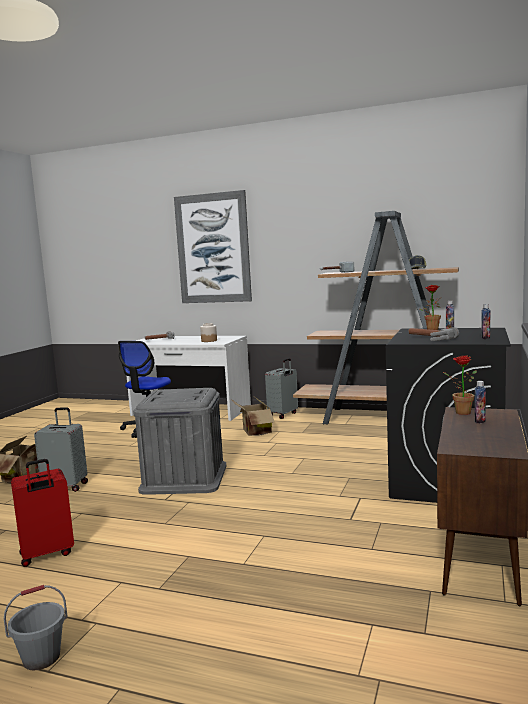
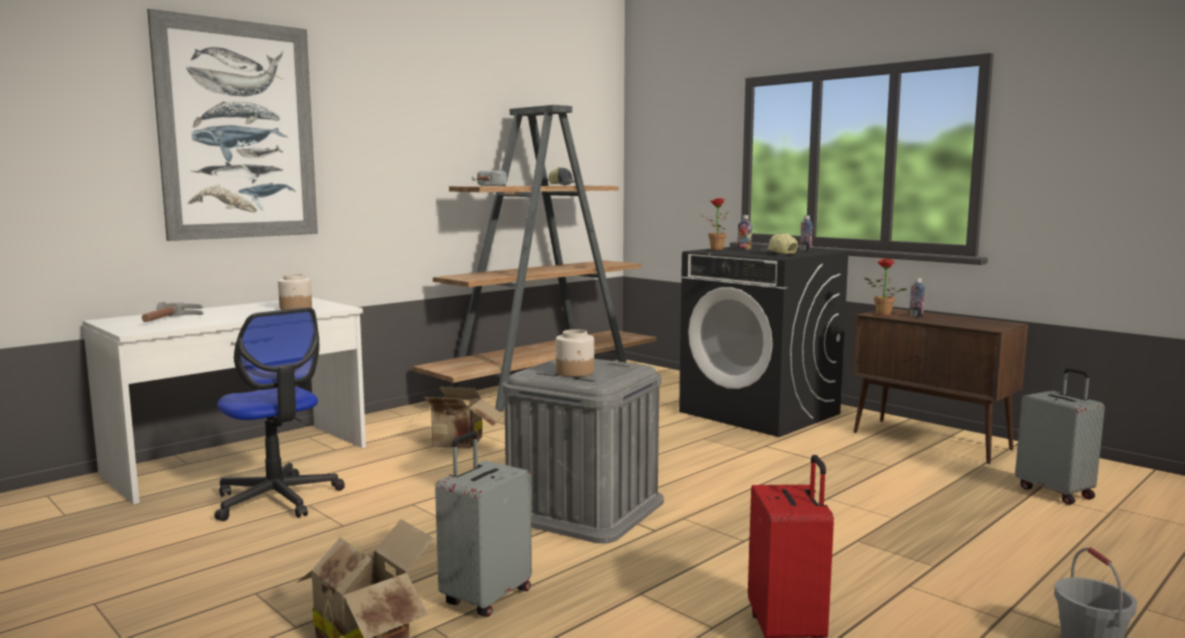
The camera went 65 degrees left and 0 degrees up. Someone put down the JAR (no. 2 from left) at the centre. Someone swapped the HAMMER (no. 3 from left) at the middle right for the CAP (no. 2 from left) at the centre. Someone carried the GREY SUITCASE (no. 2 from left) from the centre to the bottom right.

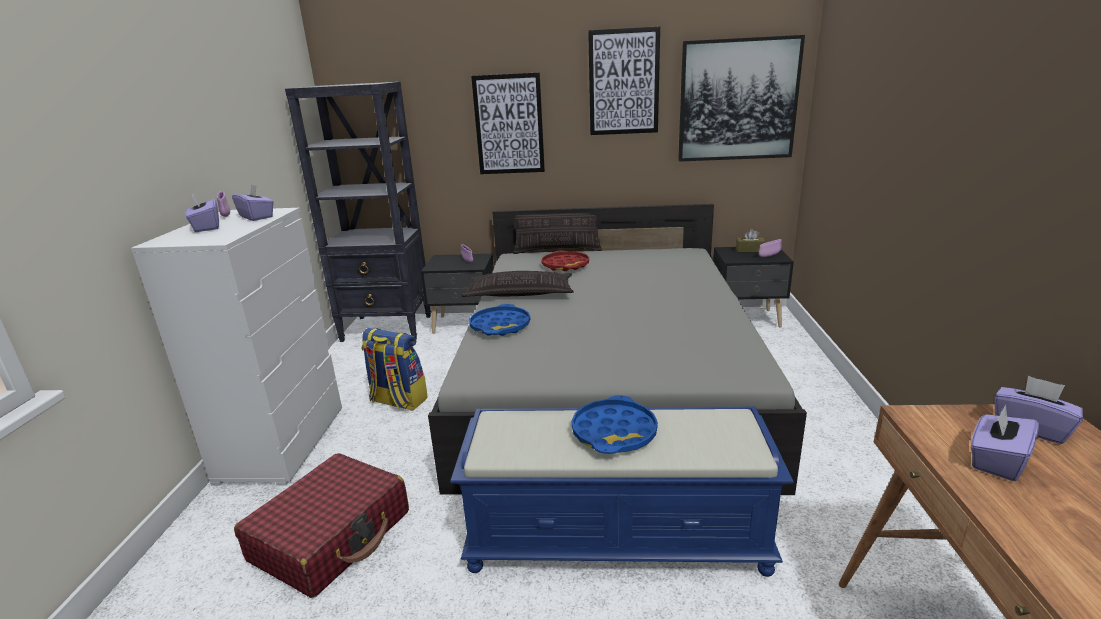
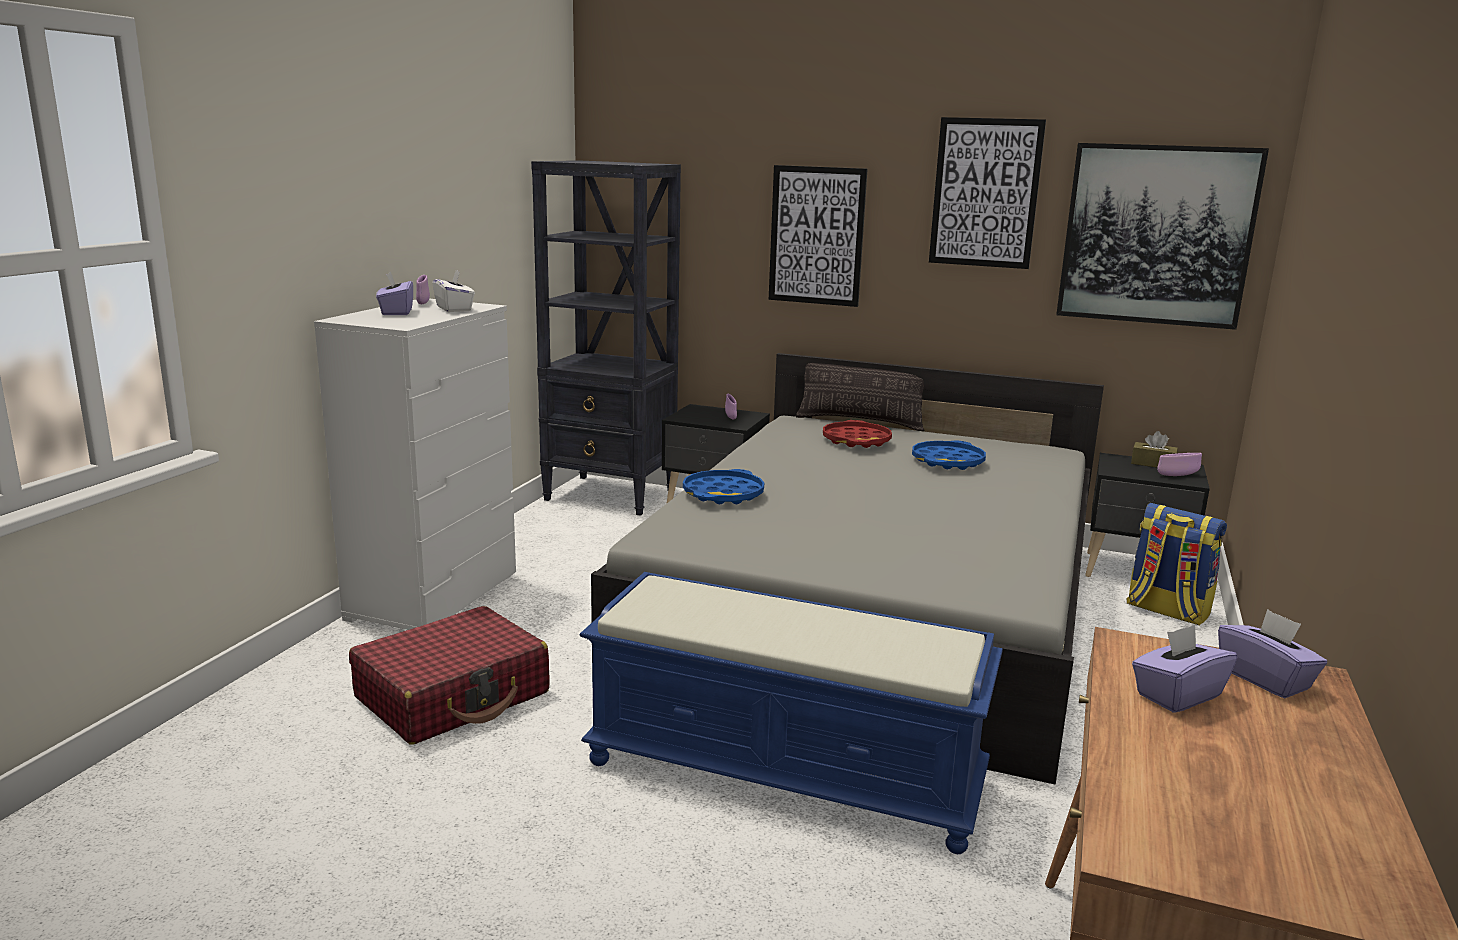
The camera went 15 degrees right and 5 degrees down. Someone repainted the PURPLE TISSUE BOX (no. 2 from left) at the top left, which became the WHITE TISSUE BOX at the top left. Someone carried the BLUE TRAY (no. 2 from left) from the bottom centre to the centre. Someone carried the BACKPACK from the centre to the middle right. Someone took away the PILLOW (no. 1 from left) at the centre.

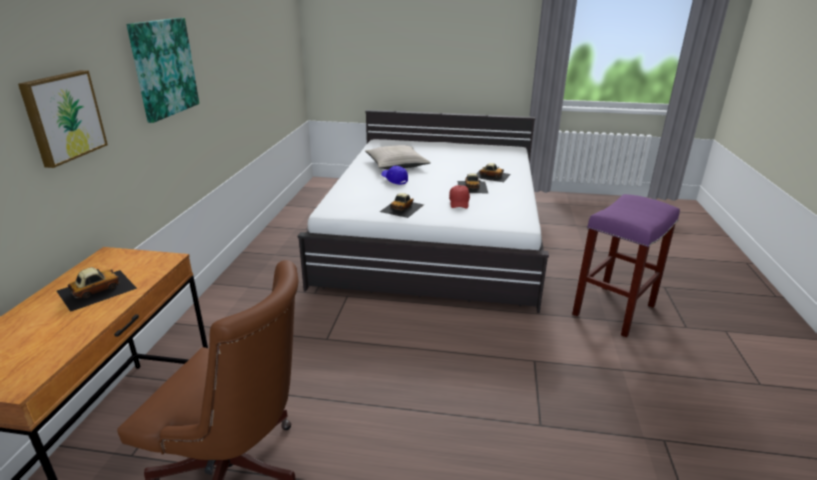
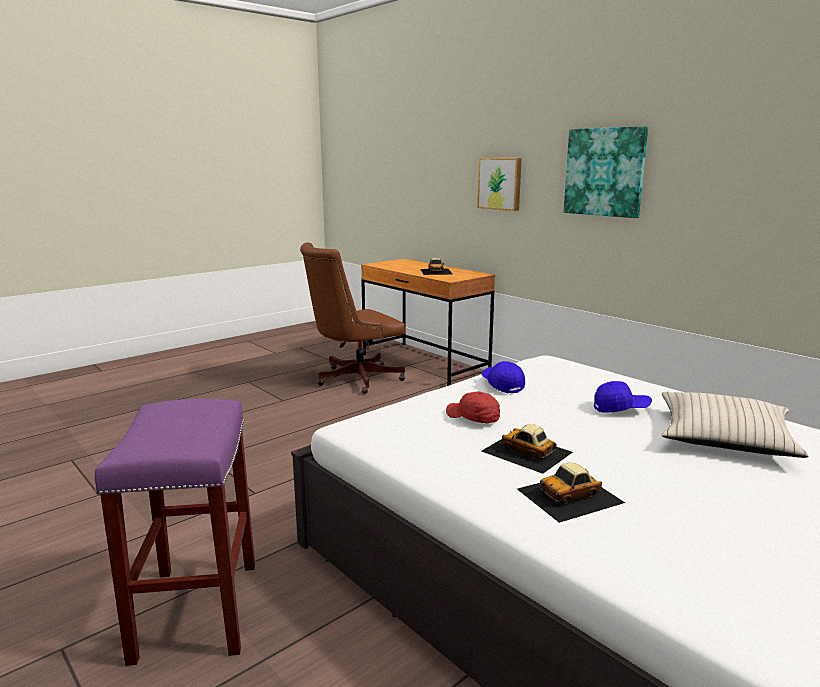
The camera went 130 degrees right and 10 degrees down. Someone swapped the TOY CAR (no. 2 from left) at the centre for the BLUE CAP (no. 1 from left) at the centre.

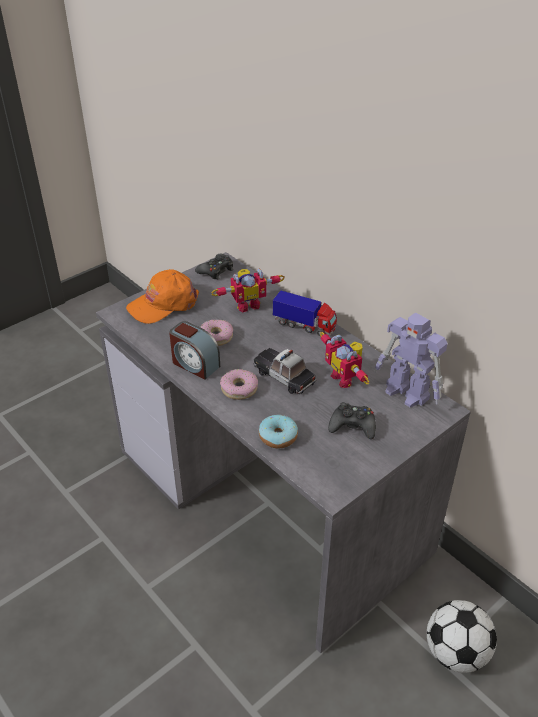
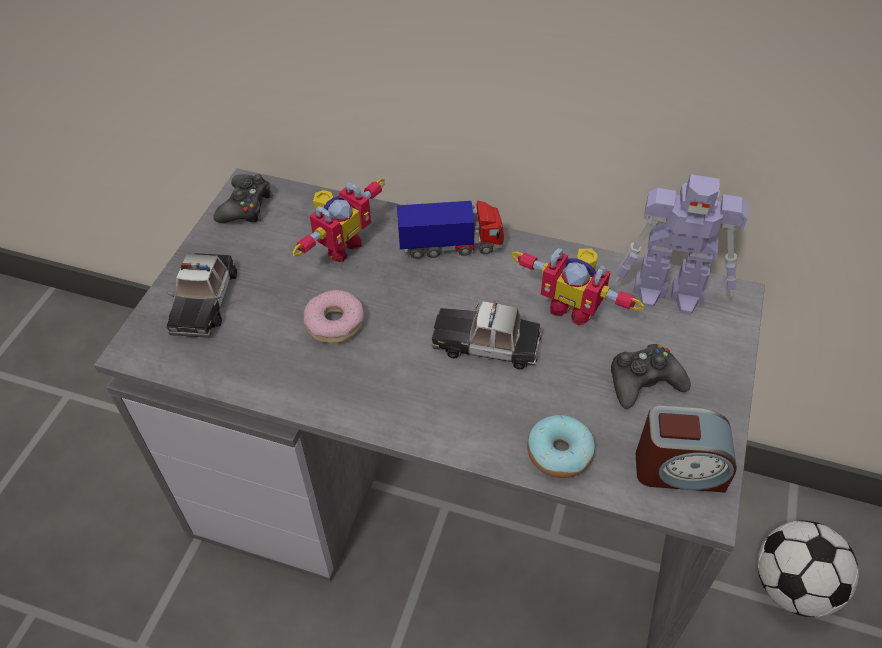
The camera went 30 degrees left and 10 degrees up. Someone swapped the ORANGE CAP at the middle left for the TOY CAR (no. 1 from left) at the middle left. Someone carried the ALARM CLOCK from the centre to the bottom right. Someone took away the DONUT (no. 2 from left) at the centre.

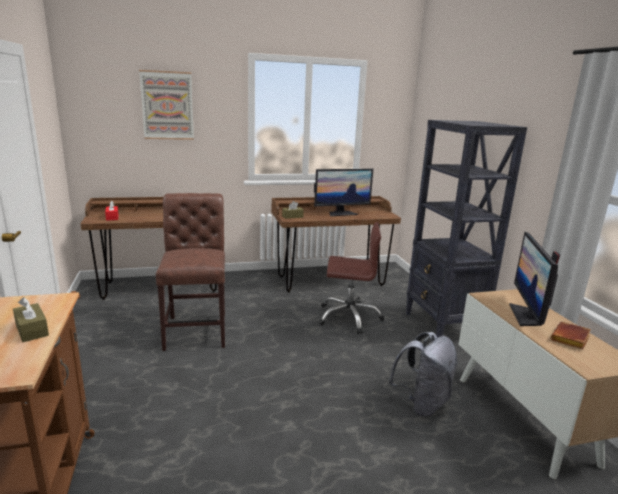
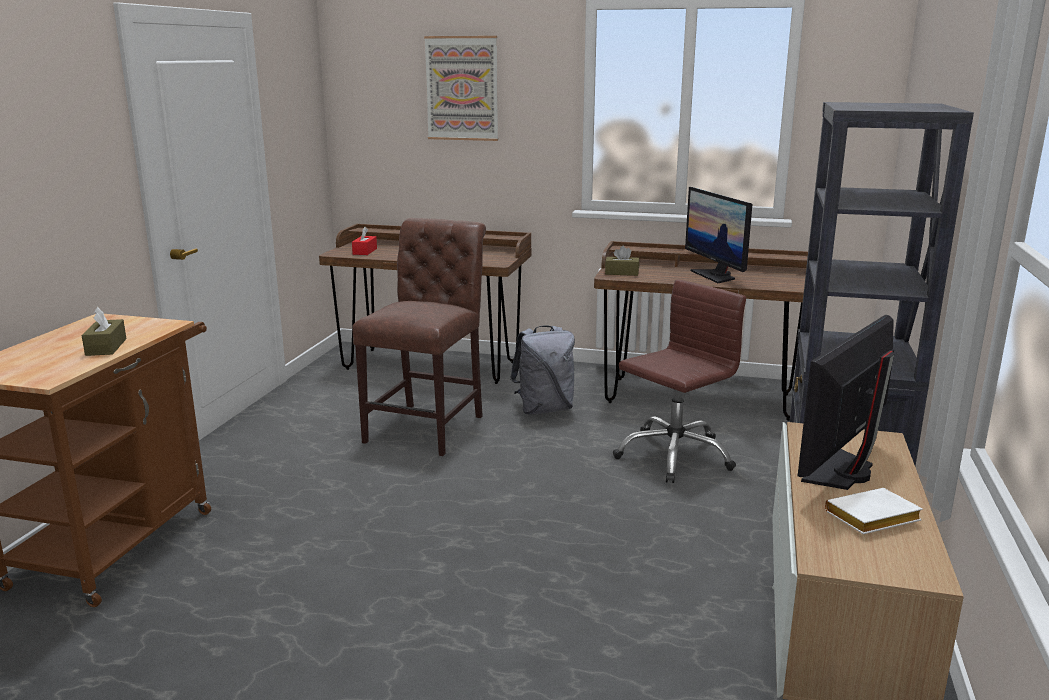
The camera went 30 degrees right and 0 degrees up. Someone carried the GREY BACKPACK from the bottom right to the centre. Someone rotated the BROWN OFFICE CHAIR at the centre by 75 degrees counterclockwise. Someone rotated the MONITOR (no. 1 from left) at the centre by 60 degrees clockwise. Someone repainted the BROWN BOOK at the bottom right, which became the WHITE BOOK at the bottom right.

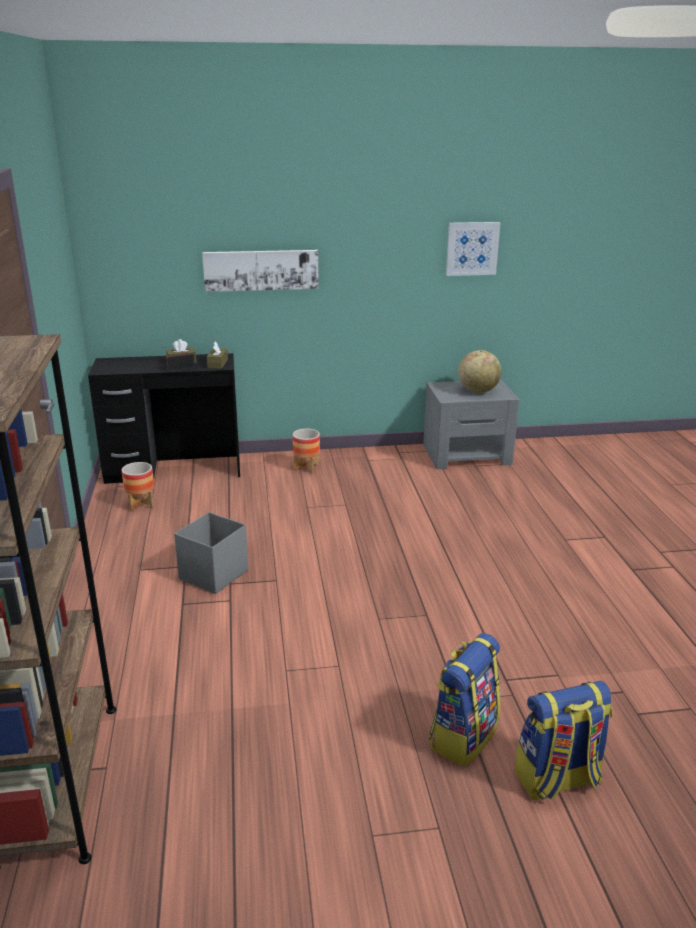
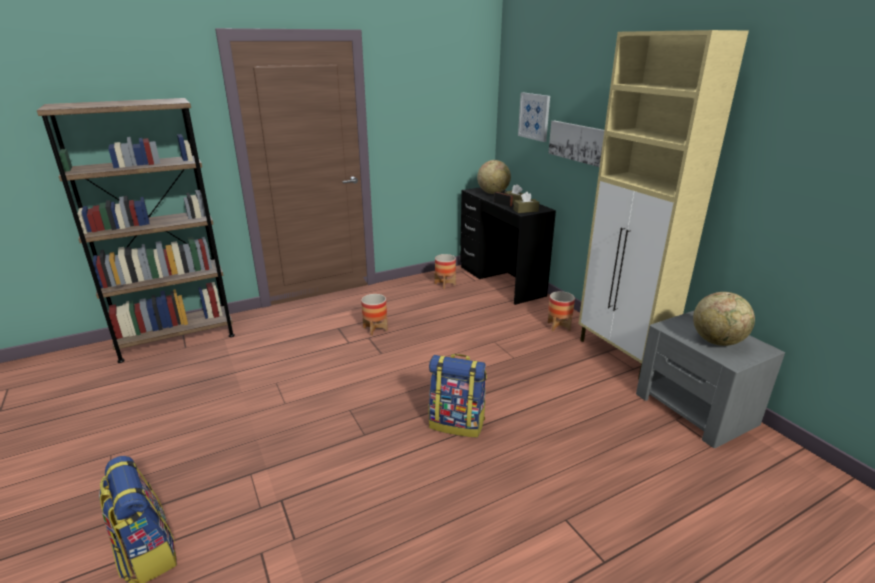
The camera went 70 degrees right and 0 degrees up. Someone swapped the GREY STORAGE BOX at the middle left for the PLANTER (no. 1 from left) at the centre. Someone carried the BACKPACK (no. 1 from left in the first image) from the bottom right to the bottom centre. Someone put down the GLOBE (no. 1 from left) at the top centre. Someone carried the PICTURE (no. 2 from left in the first image) from the top right to the top centre. Someone put down the BEIGE CABINET at the middle right.

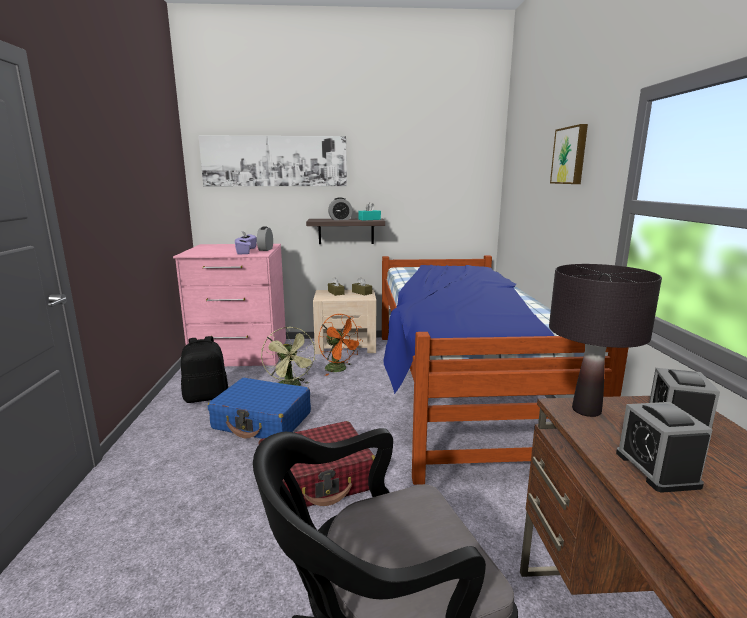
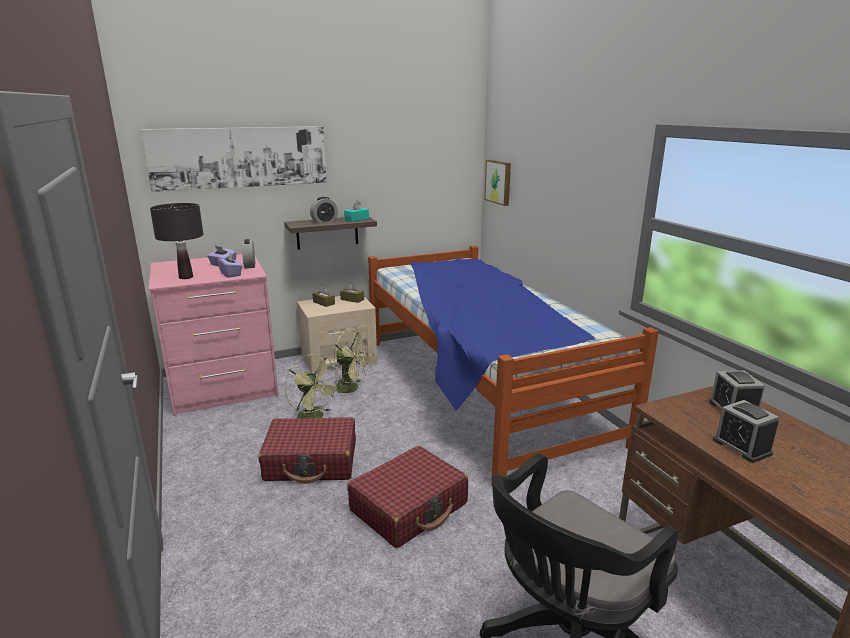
The camera went 20 degrees left and 5 degrees up. Someone carried the BLACK TABLE LAMP from the middle right to the middle left. Someone repainted the BLUE SUITCASE at the centre, which became the RED SUITCASE (no. 1 from left) at the bottom centre. Someone repainted the ORANGE FAN at the centre, which became the GREEN FAN (no. 2 from left) at the centre. Someone carried the PICTURE (no. 2 from left) from the top right to the top centre. Someone took away the BLACK BACKPACK at the middle left.

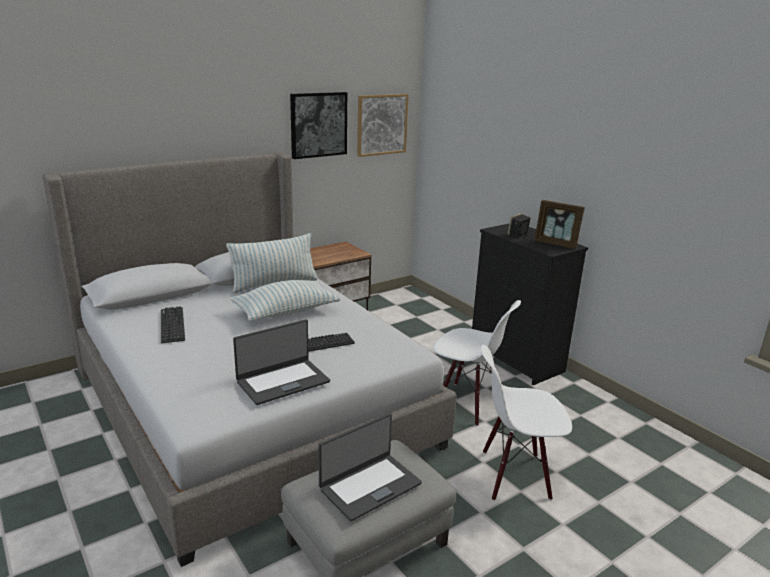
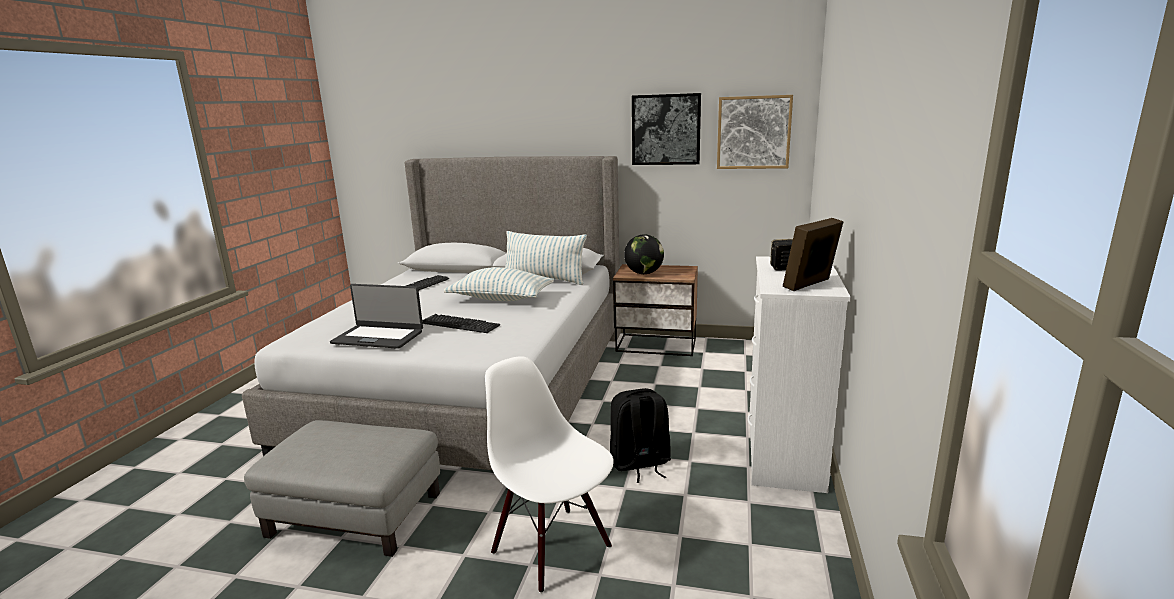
The camera went 50 degrees right and 5 degrees down. Someone swapped the WHITE CHAIR (no. 1 from left) at the centre for the BLACK BACKPACK at the bottom centre. Someone put down the GLOBE at the centre. Someone repainted the BLACK DRESSER at the middle right, which became the WHITE DRESSER at the middle right. Someone rotated the PICTURE FRAME at the middle right by 60 degrees clockwise. Someone took away the LAPTOP (no. 2 from left) at the bottom centre.

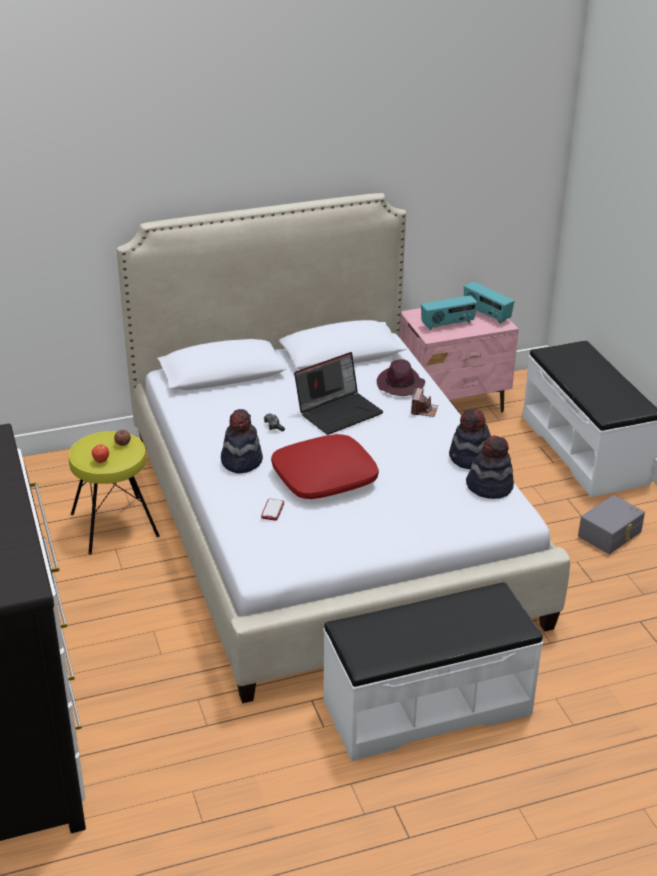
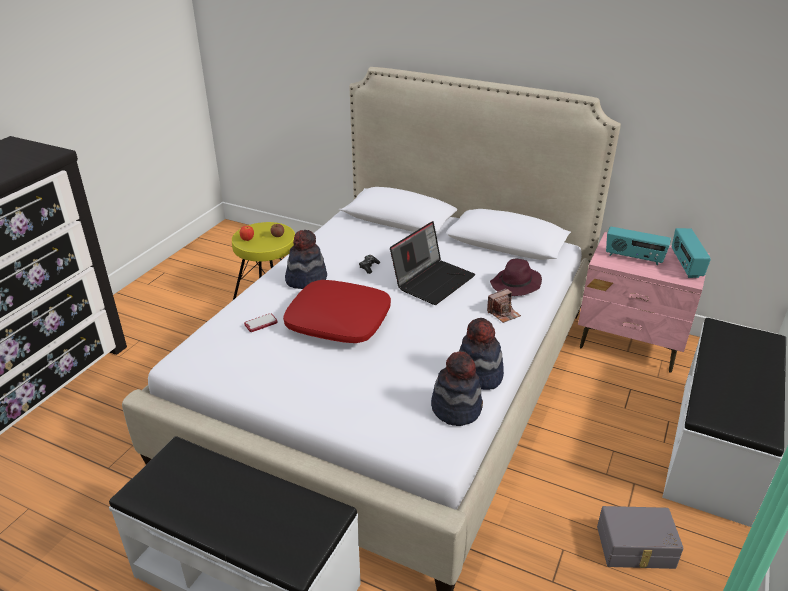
The camera went 45 degrees right and 0 degrees up. Someone rotated the LAPTOP at the centre by 60 degrees counterclockwise.

